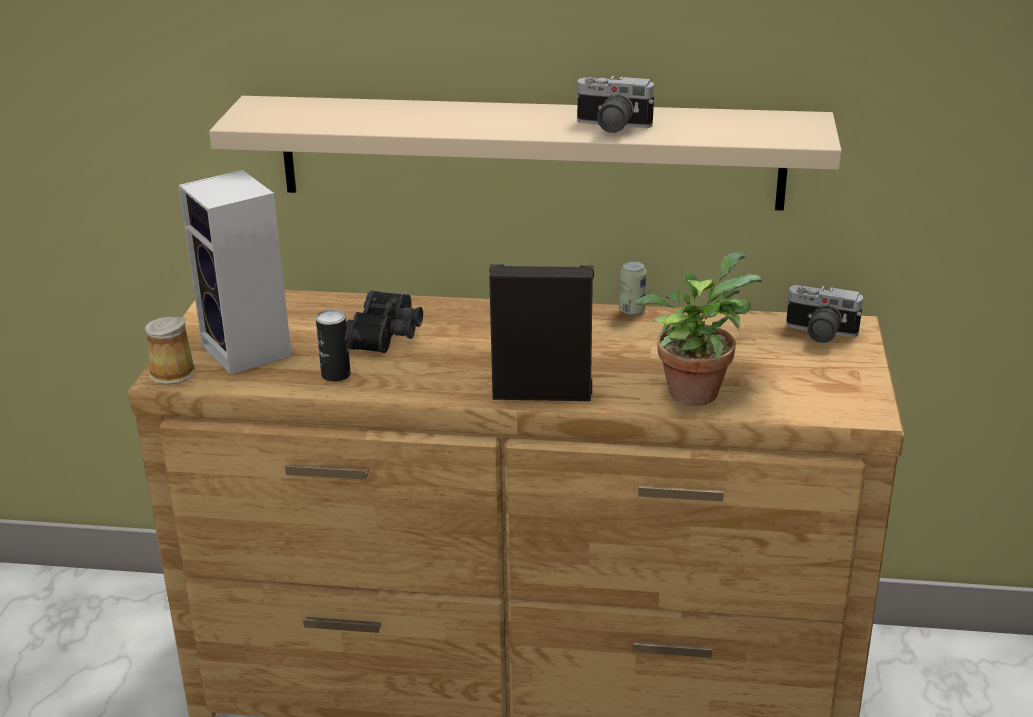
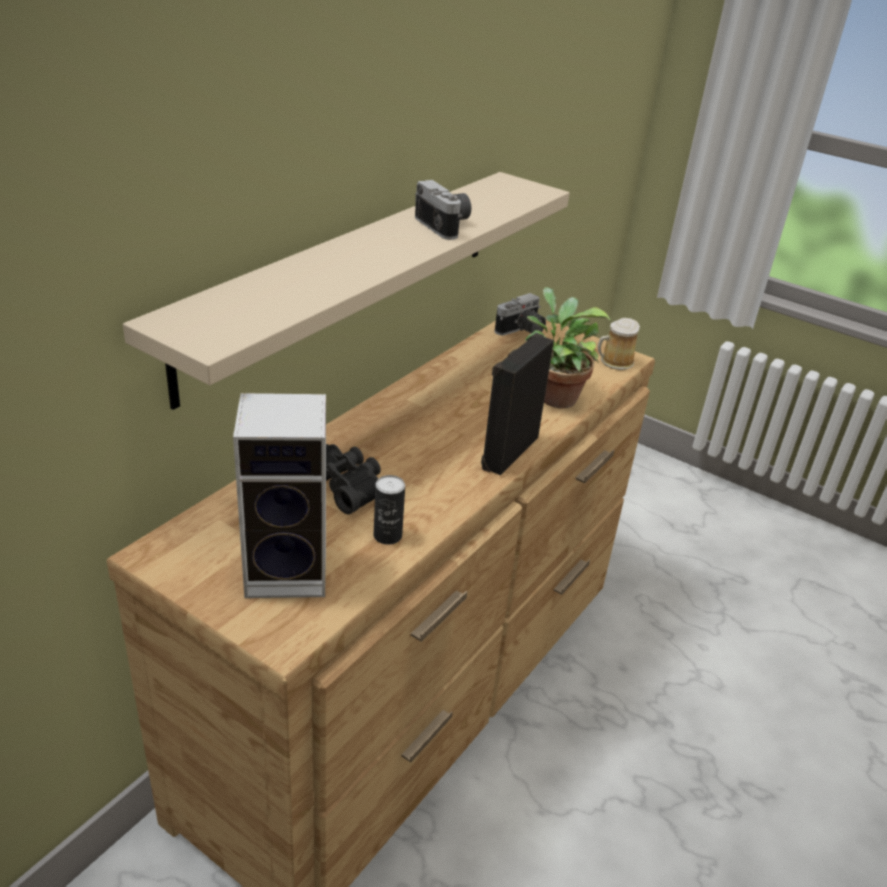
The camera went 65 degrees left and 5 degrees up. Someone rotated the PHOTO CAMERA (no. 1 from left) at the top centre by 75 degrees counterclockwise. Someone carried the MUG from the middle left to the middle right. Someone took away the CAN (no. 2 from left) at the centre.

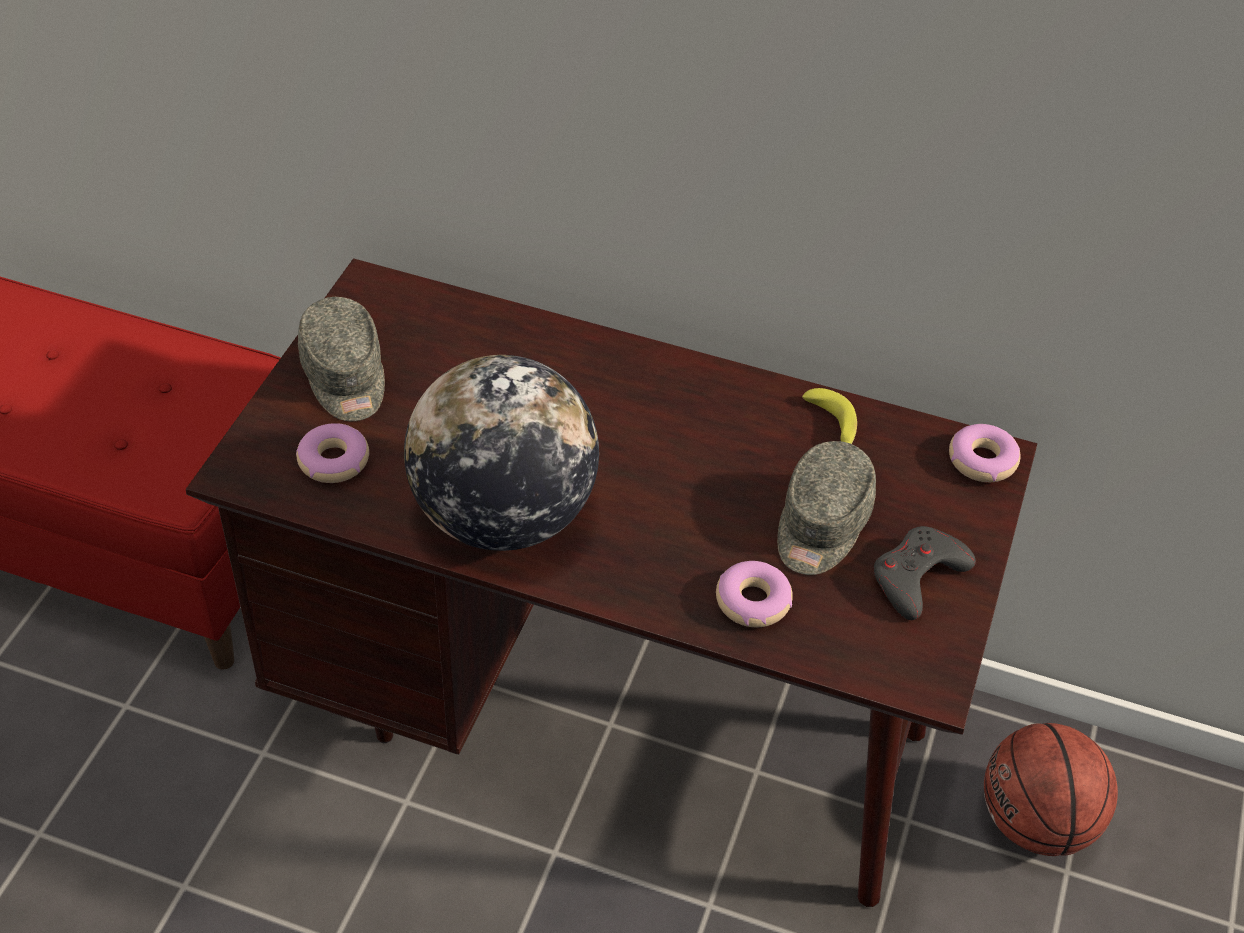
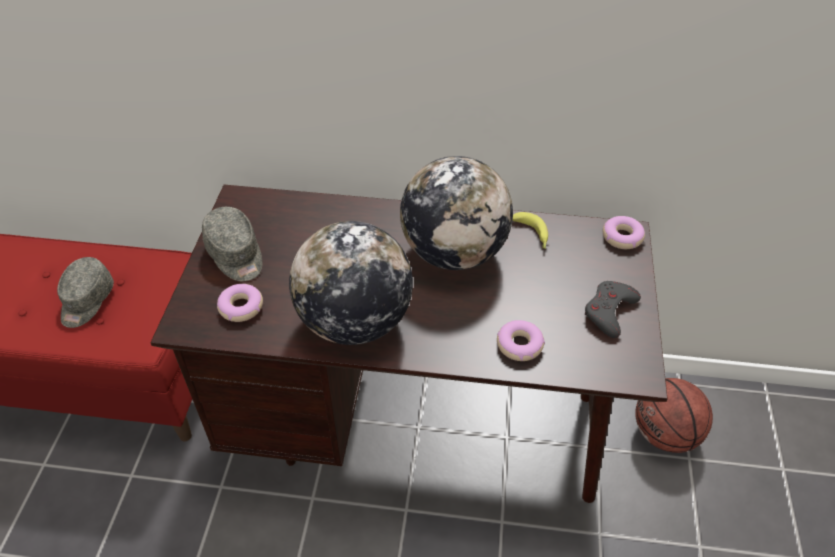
The camera went 10 degrees left and 0 degrees up. Someone carried the GREY CAP (no. 2 from left in the first image) from the centre to the middle left. Someone put down the GLOBE (no. 2 from left) at the centre.

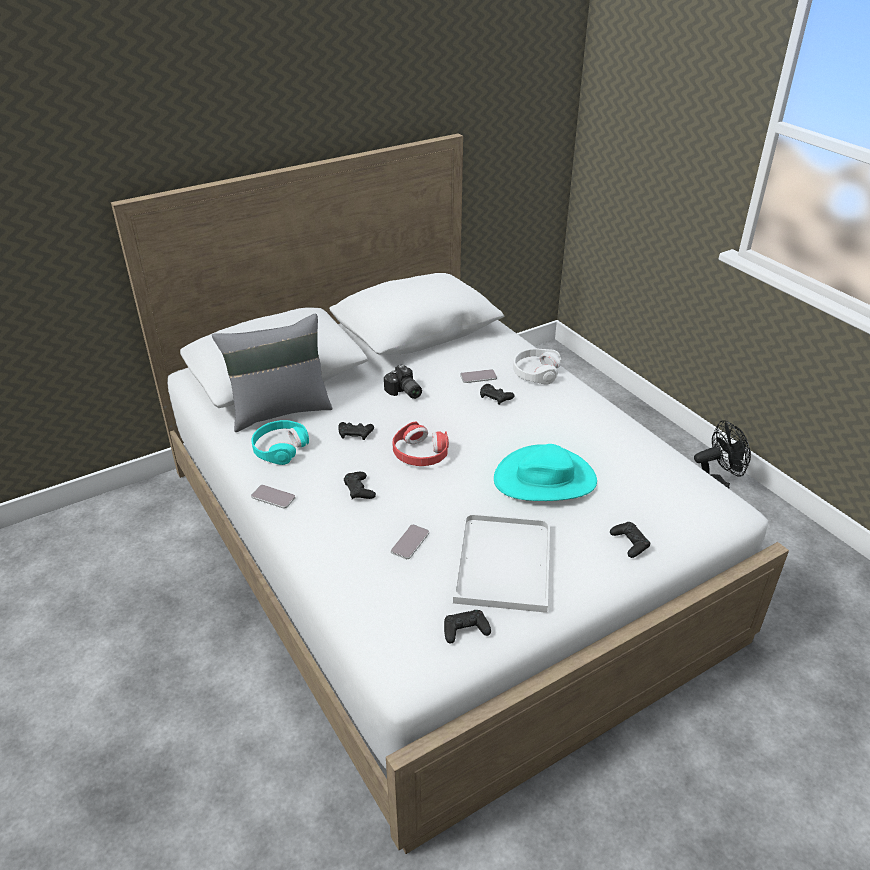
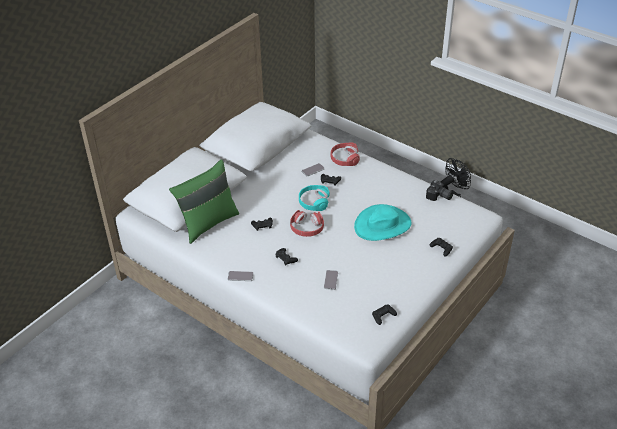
The camera went 20 degrees left and 5 degrees up. Someone repainted the GREY PILLOW at the middle left, which became the GREEN PILLOW at the middle left. Someone carried the TURQUOISE HEADPHONES from the middle left to the centre. Someone repainted the WHITE HEADPHONES at the centre, which became the RED HEADPHONES (no. 2 from left) at the centre. Someone carried the PHOTO CAMERA from the centre to the middle right. Someone took away the WHITE TRAY at the centre.

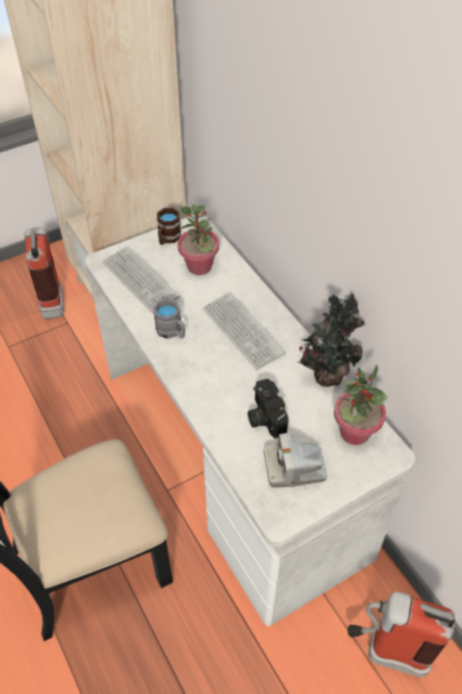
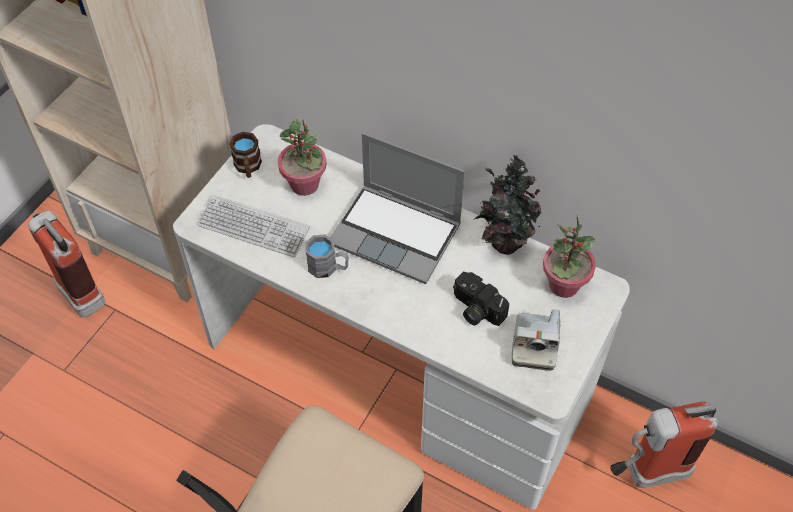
The camera went 30 degrees left and 5 degrees up. Someone swapped the KEYBOARD (no. 2 from left) at the centre for the LAPTOP at the centre. Someone rotated the PHOTO CAMERA (no. 2 from left) at the centre by 45 degrees counterclockwise.

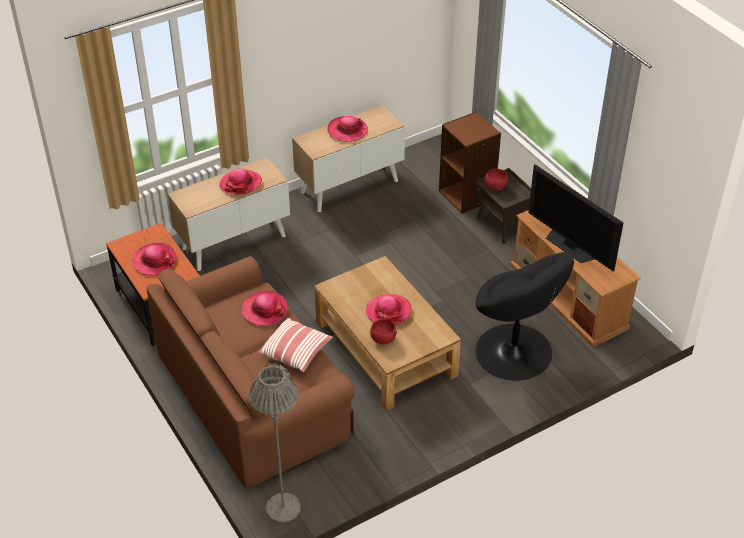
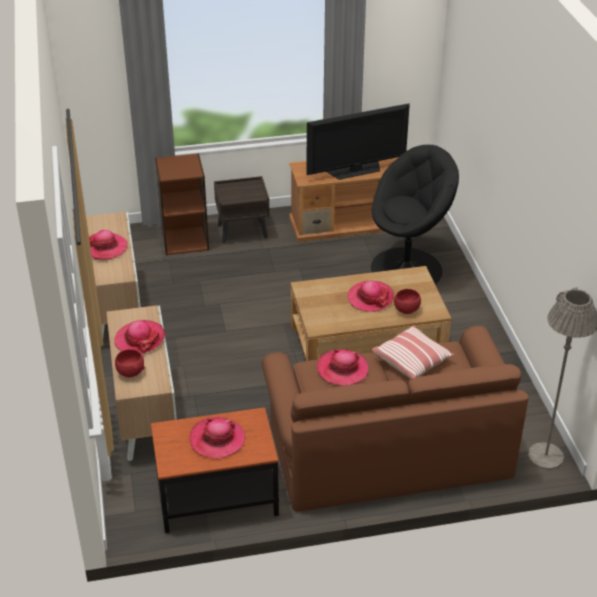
The camera went 70 degrees left and 5 degrees down. Someone carried the RED BOWL (no. 2 from left in the first image) from the top right to the middle left.

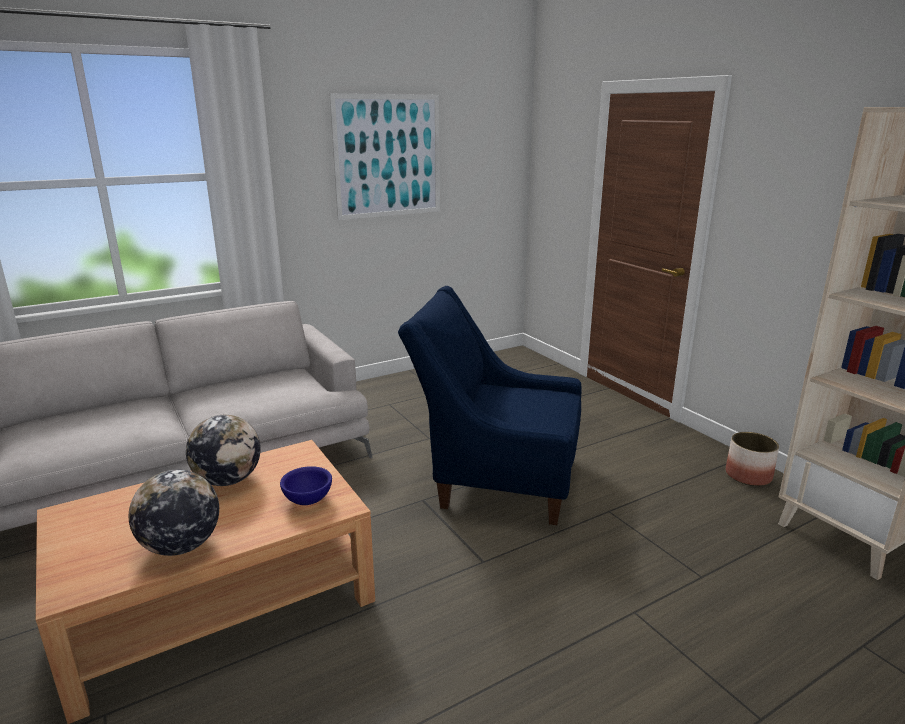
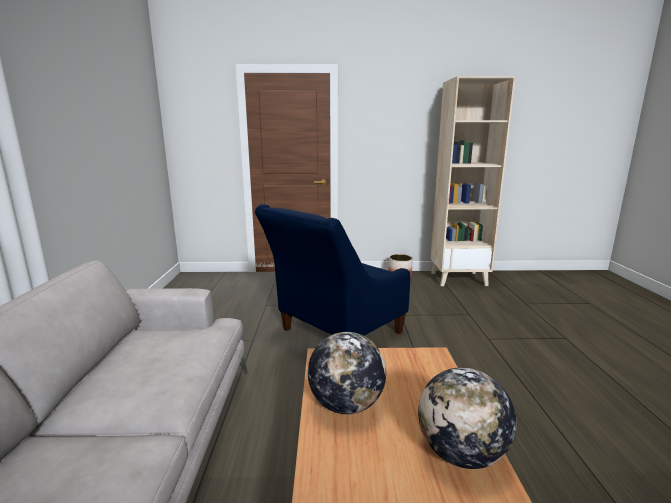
The camera went 60 degrees left and 5 degrees down. Someone took away the BLUE BOWL at the bottom centre. Someone took away the PICTURE at the top centre.

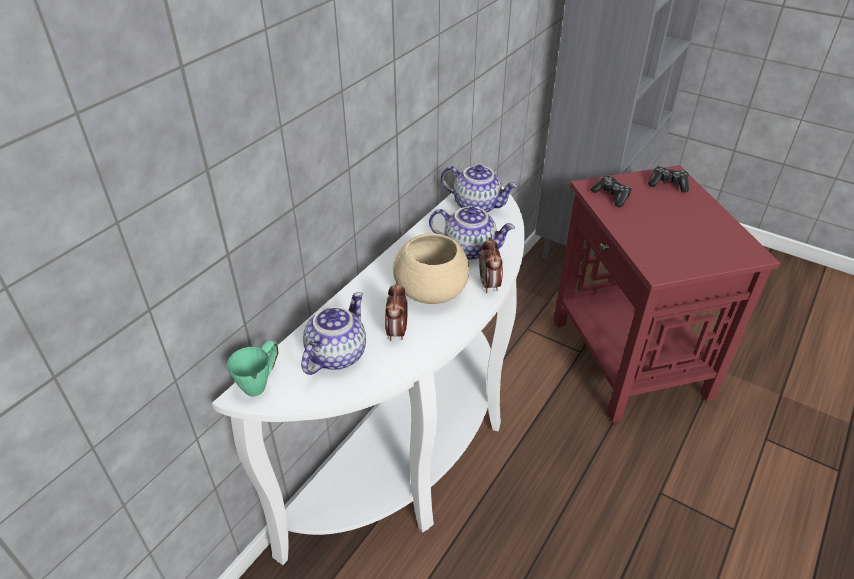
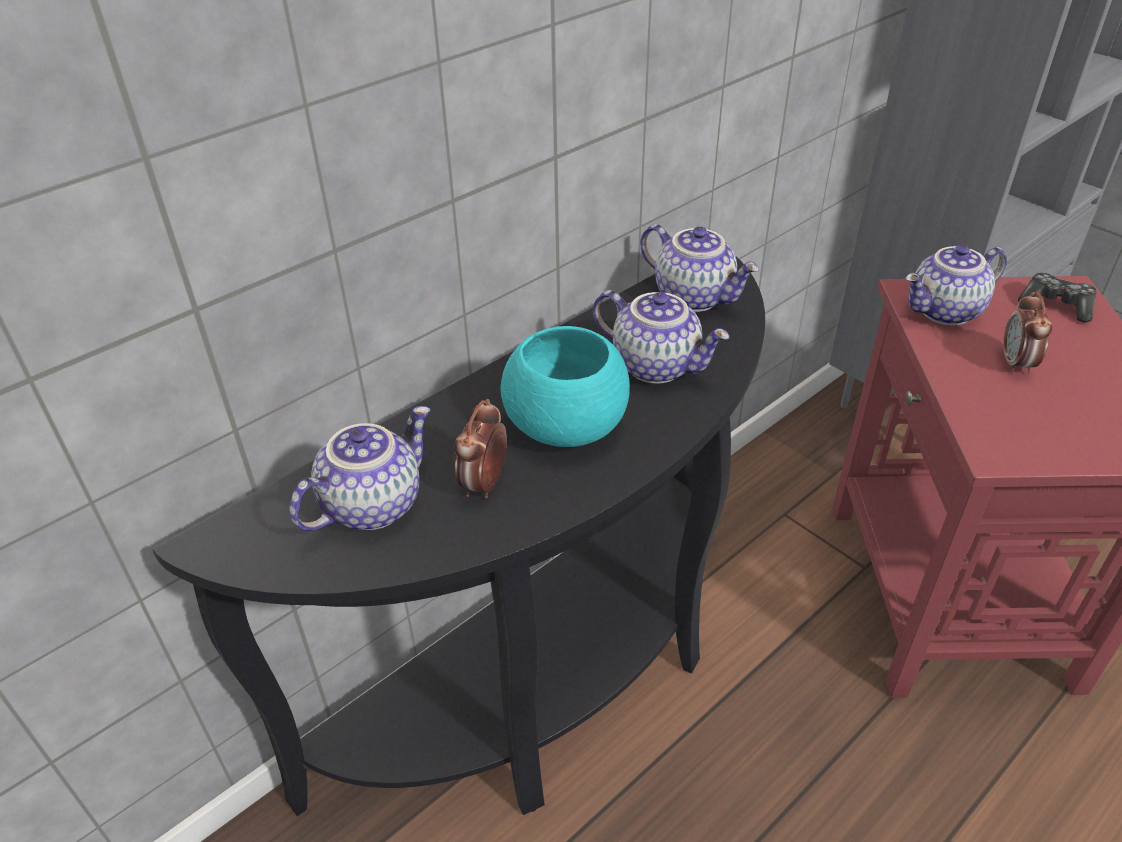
The camera went 15 degrees right and 0 degrees up. Someone repainted the WHITE CONSOLE TABLE at the centre, which became the BLACK CONSOLE TABLE at the centre. Someone repainted the BEIGE BOWL at the centre, which became the TURQUOISE BOWL at the centre. Someone swapped the GAME CONTROLLER (no. 1 from left) at the top right for the TEAPOT (no. 4 from left) at the middle right. Someone carried the ALARM CLOCK (no. 2 from left) from the centre to the middle right. Someone took away the GREEN MUG at the middle left.

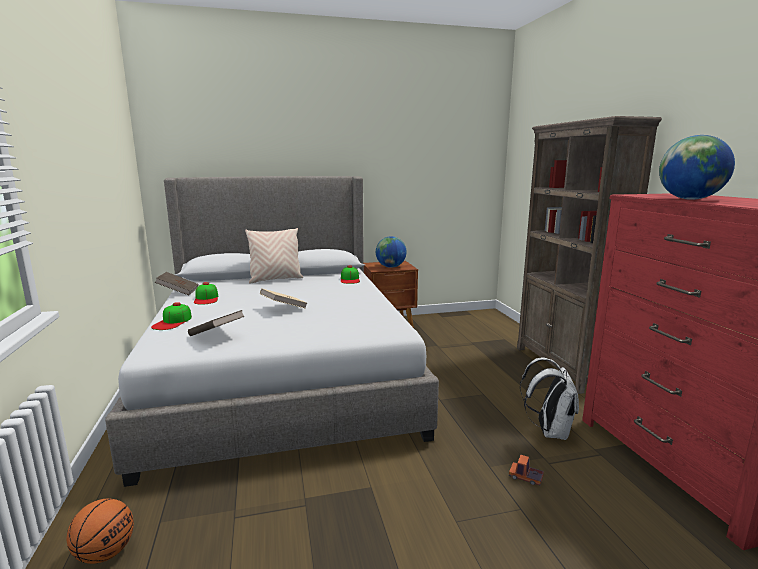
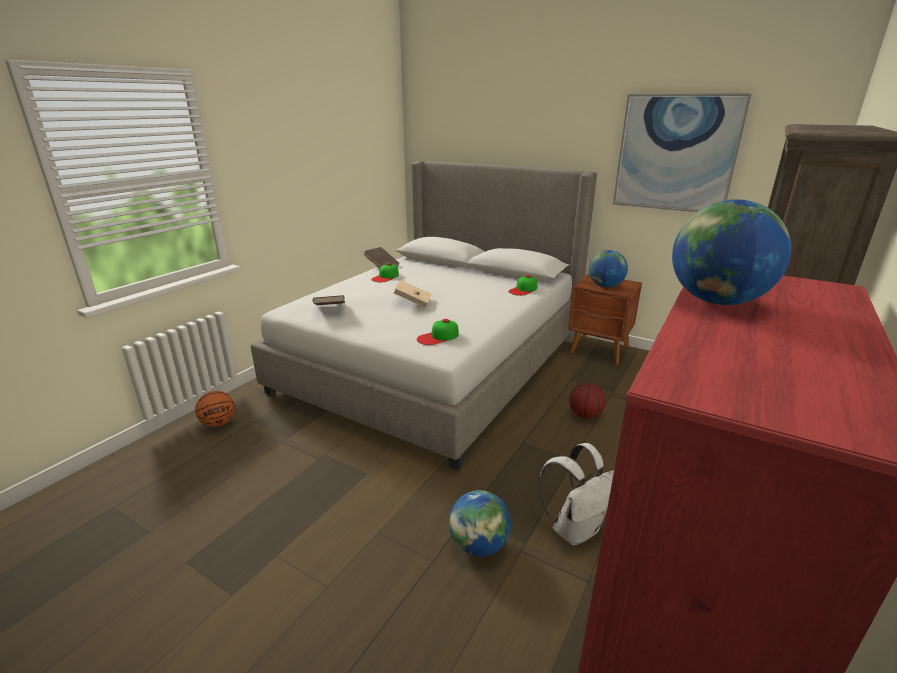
The camera went 45 degrees right and 10 degrees up. Someone carried the CAP (no. 1 from left in the first image) from the middle left to the centre. Someone swapped the TOY TRUCK at the bottom right for the GLOBE (no. 1 from left) at the bottom centre. Someone put down the BASKETBALL (no. 2 from left) at the centre. Someone put up the PICTURE at the top right. Someone took away the BEIGE PILLOW at the centre.

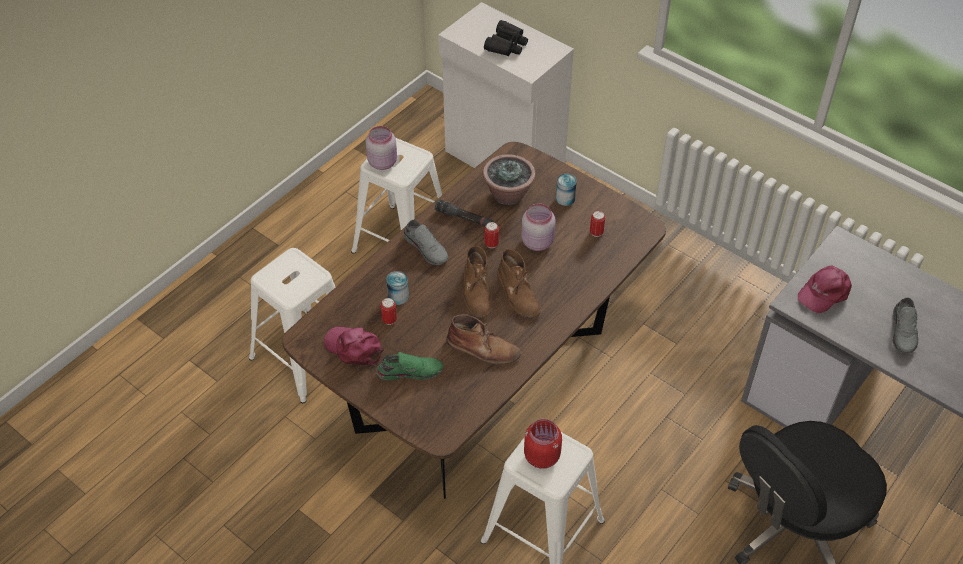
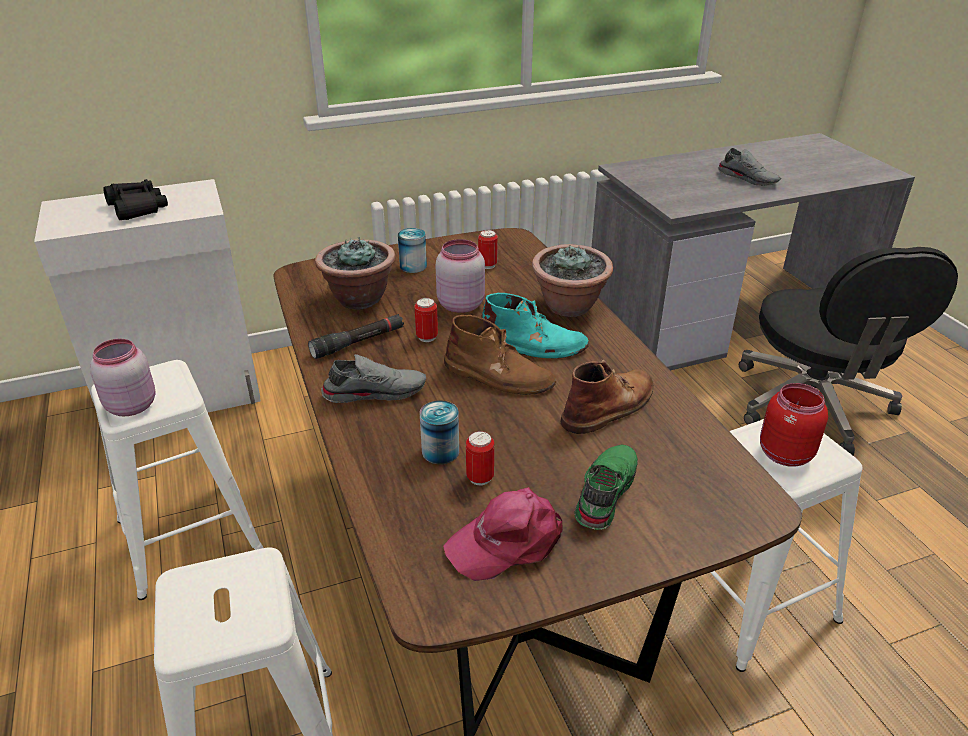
The camera went 60 degrees left and 15 degrees down. Someone repainted the BROWN BOOT (no. 3 from left) at the centre, which became the TURQUOISE BOOT at the centre. Someone put down the POTTED PLANT (no. 2 from left) at the centre. Someone took away the PINK CAP (no. 2 from left) at the middle right.

